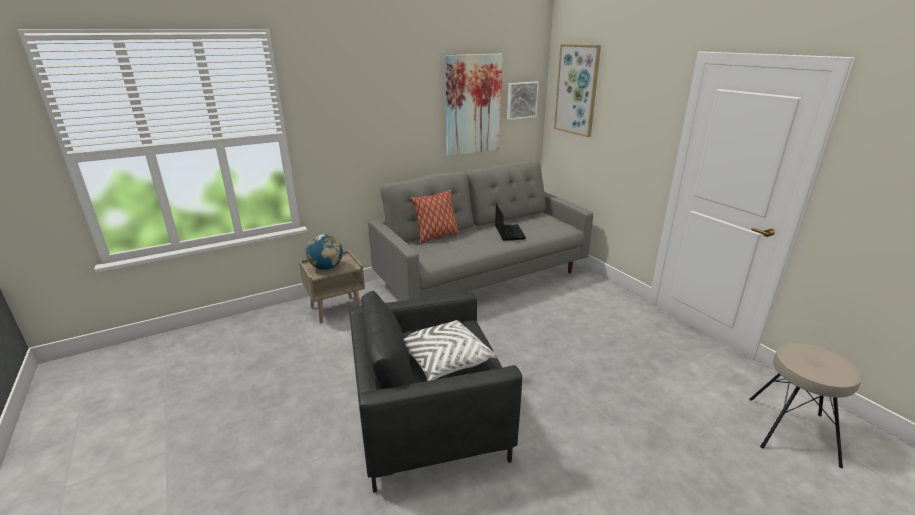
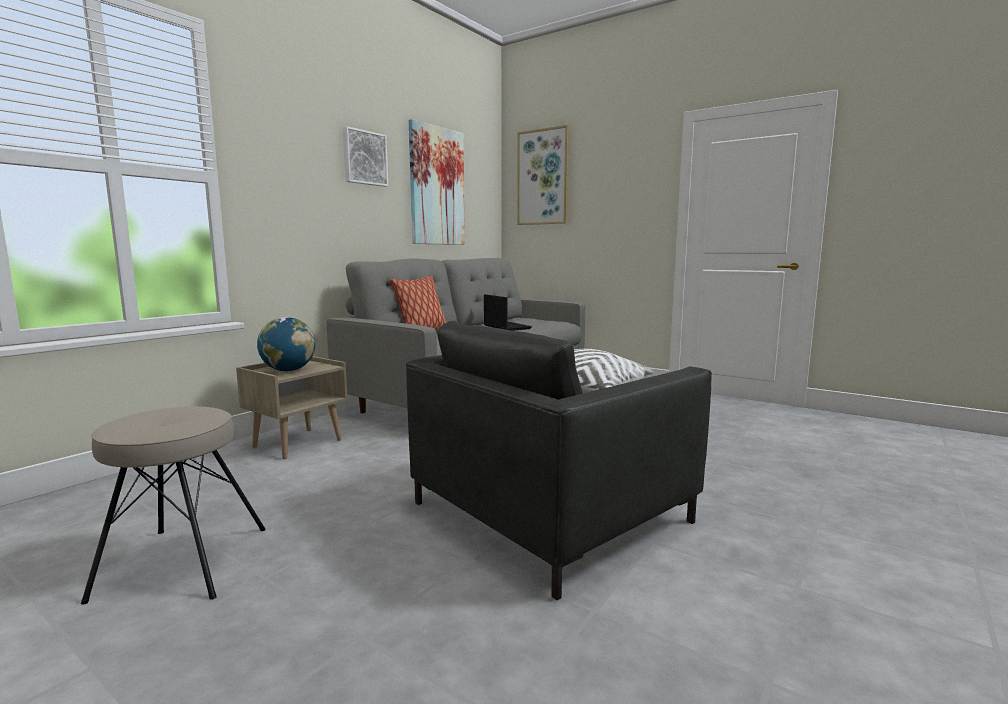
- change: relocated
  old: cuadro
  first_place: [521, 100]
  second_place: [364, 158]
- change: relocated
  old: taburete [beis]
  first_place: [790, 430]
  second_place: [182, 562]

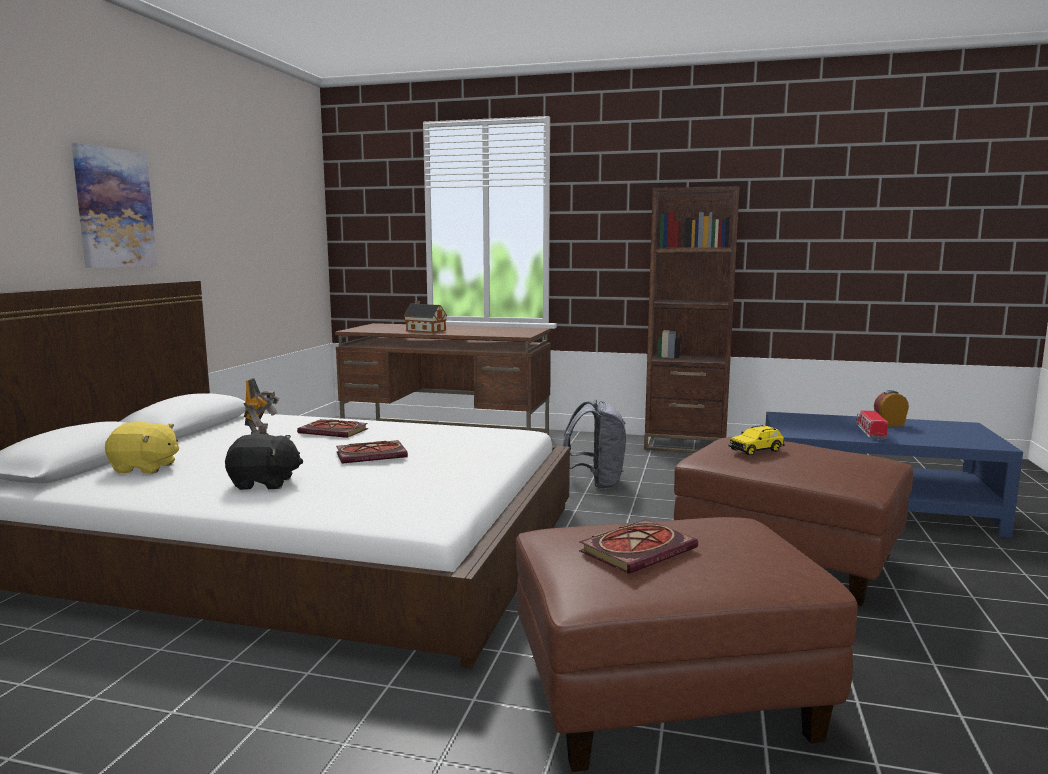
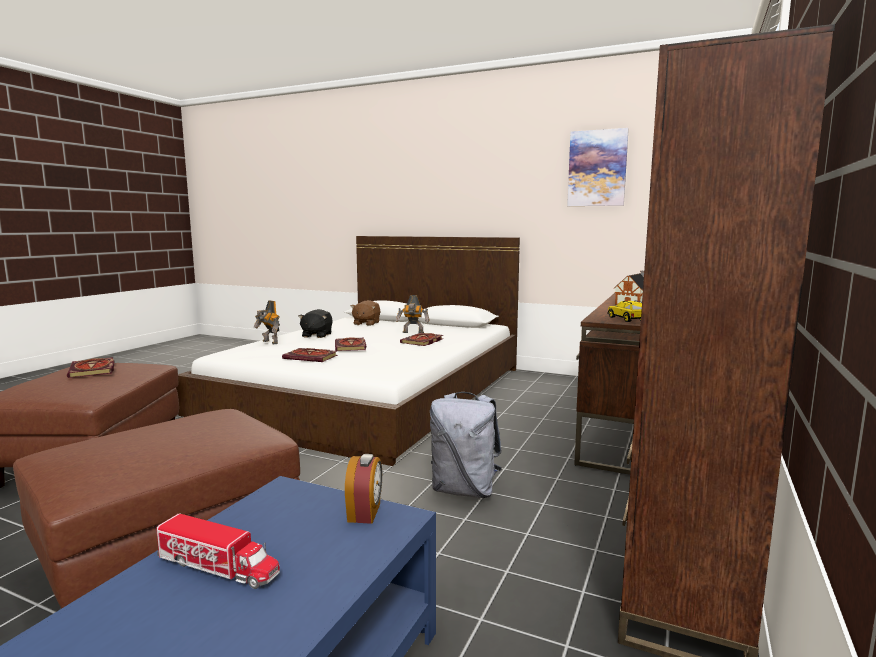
- change: appeared
  new: robot de juguete
  second_place: [269, 342]
- change: appeared
  new: libro
  second_place: [312, 357]
- change: relocated
  old: cuadro
  first_place: [114, 208]
  second_place: [597, 168]
- change: relocated
  old: coche de juguete [amarillo]
  first_place: [756, 450]
  second_place: [627, 319]
- change: relocated
  old: despertador
  first_place: [889, 424]
  second_place: [365, 513]
- change: colour
  old: peluche [amarillo]
  new: peluche [marrón]
  first_place: [145, 468]
  second_place: [366, 323]

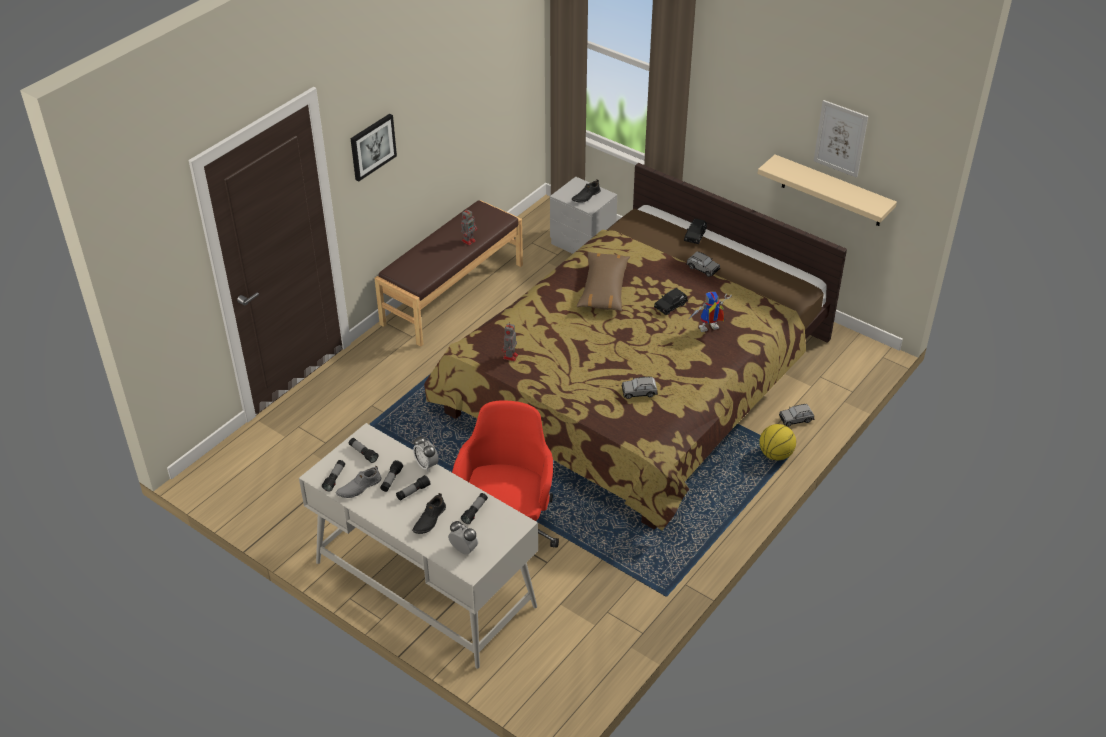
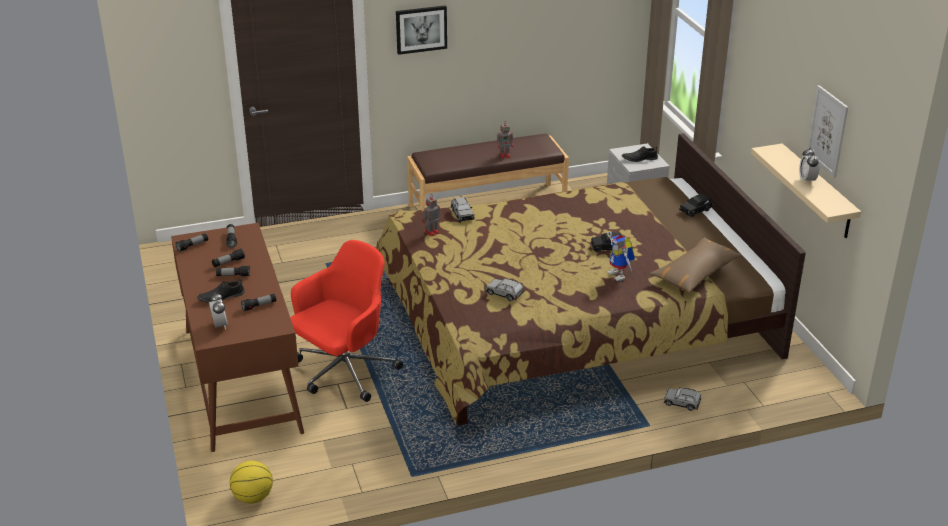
- change: missing
  old: zapato [gris]
  first_place: [359, 487]
- change: relocated
  old: despertador
  first_place: [426, 465]
  second_place: [807, 180]
- change: relocated
  old: cojín [marrón]
  first_place: [604, 289]
  second_place: [695, 273]
- change: relocated
  old: coche de juguete [gris]
  first_place: [702, 268]
  second_place: [462, 215]
- change: relocated
  old: balón de baloncesto
  first_place: [775, 454]
  second_place: [252, 497]
- change: colour
  old: escritorio [blanco]
  new: escritorio [marrón]
  first_place: [425, 583]
  second_place: [242, 379]
- change: spun
  old: robot de juguete
  first_place: [708, 330]
  second_place: [620, 275]
  degrees: -135

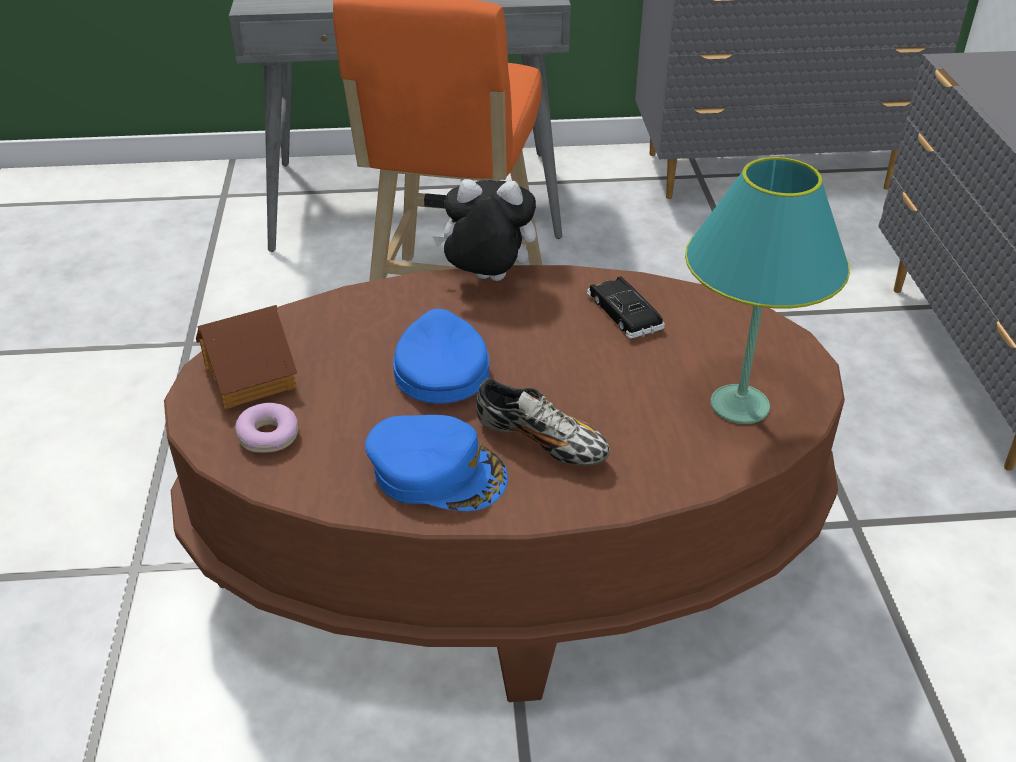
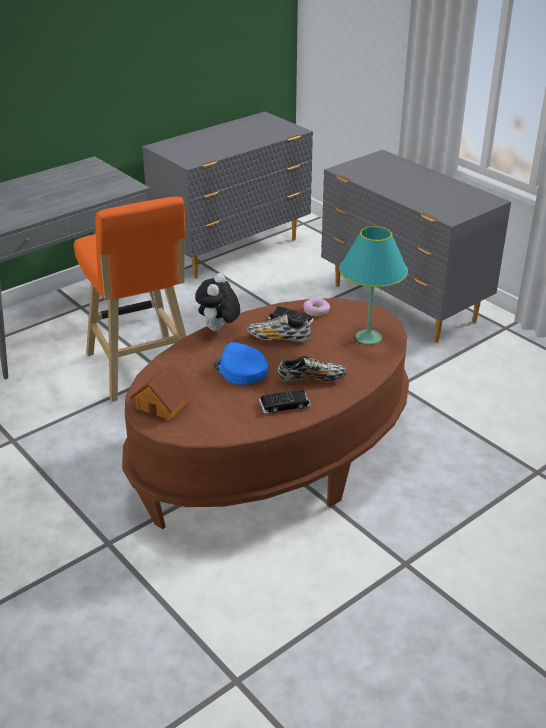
- change: appeared
  new: zapato
  second_place: [278, 338]
- change: relocated
  old: rosquilla
  first_place: [268, 436]
  second_place: [316, 311]
- change: exchanged
  old: gorra [azul]
  new: coche de juguete [negro]
  first_place: [437, 472]
  second_place: [284, 405]
- change: spun
  old: peluche
  first_place: [486, 280]
  second_place: [218, 329]
  degrees: -45

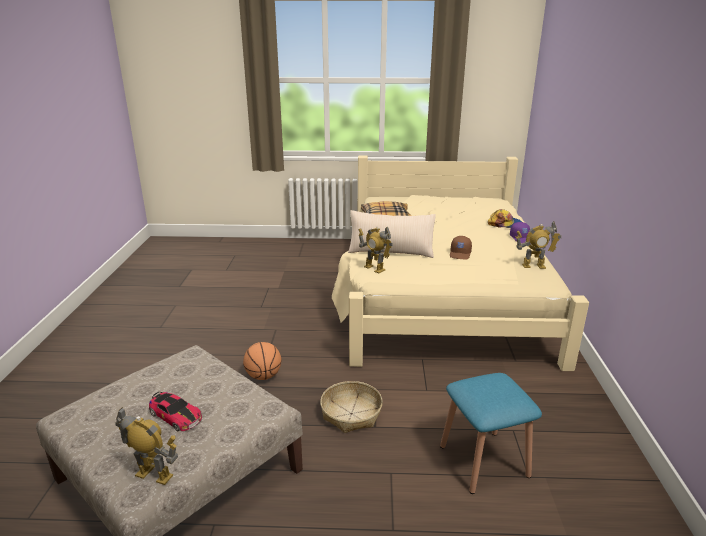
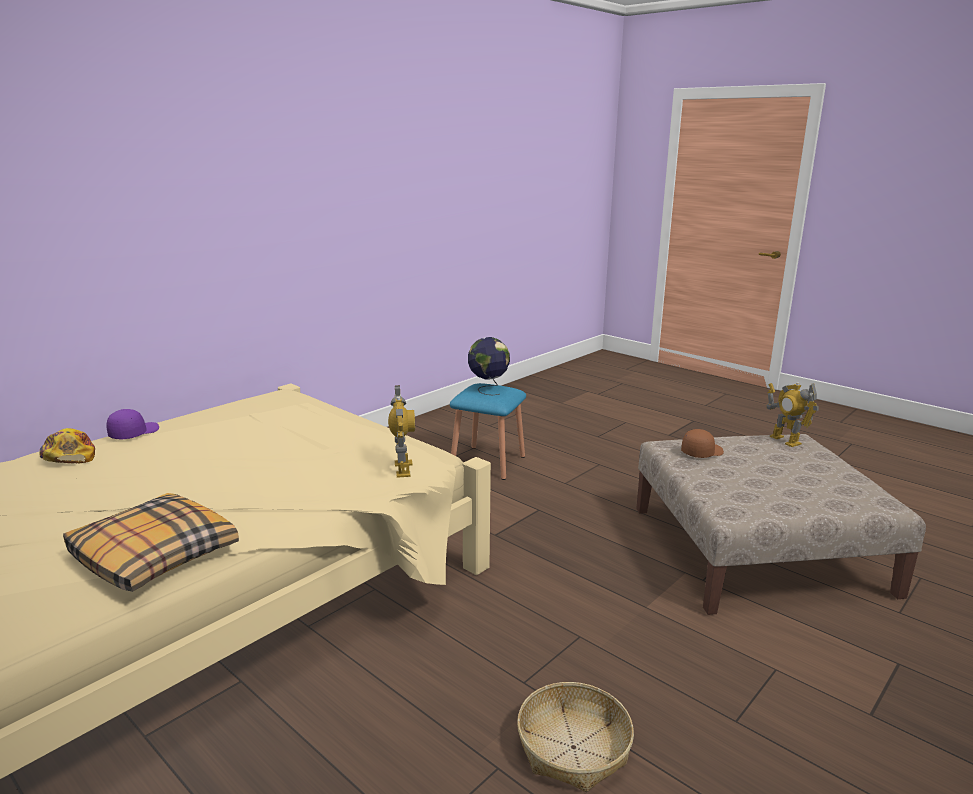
- change: missing
  old: coche de juguete
  first_place: [175, 416]
- change: missing
  old: balón de baloncesto
  first_place: [263, 376]
- change: missing
  old: cojín [beis]
  first_place: [391, 251]
- change: missing
  old: robot de juguete
  first_place: [533, 266]
- change: appeared
  new: globo terráqueo
  second_place: [488, 389]
- change: relocated
  old: cesta
  first_place: [351, 413]
  second_place: [573, 748]
- change: relocated
  old: gorra [marrón]
  first_place: [460, 254]
  second_place: [701, 452]

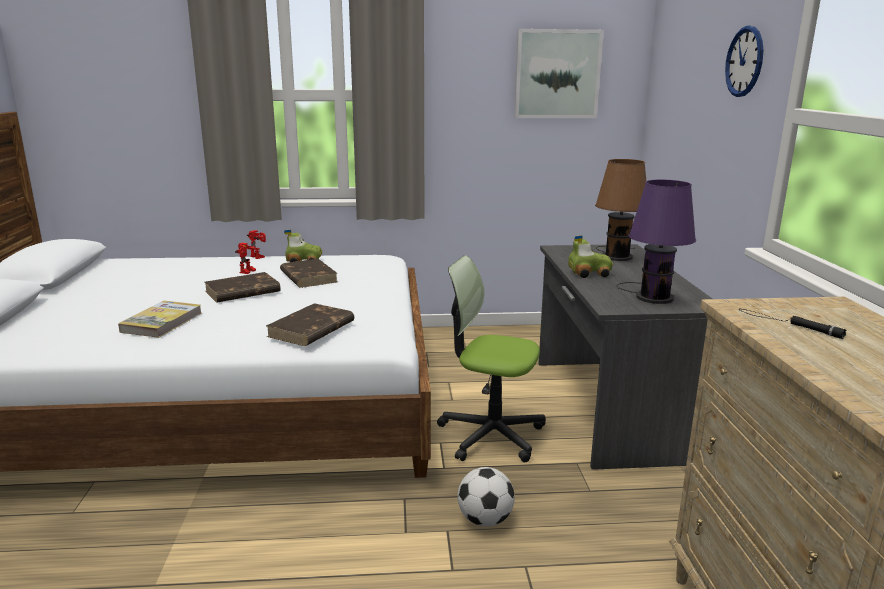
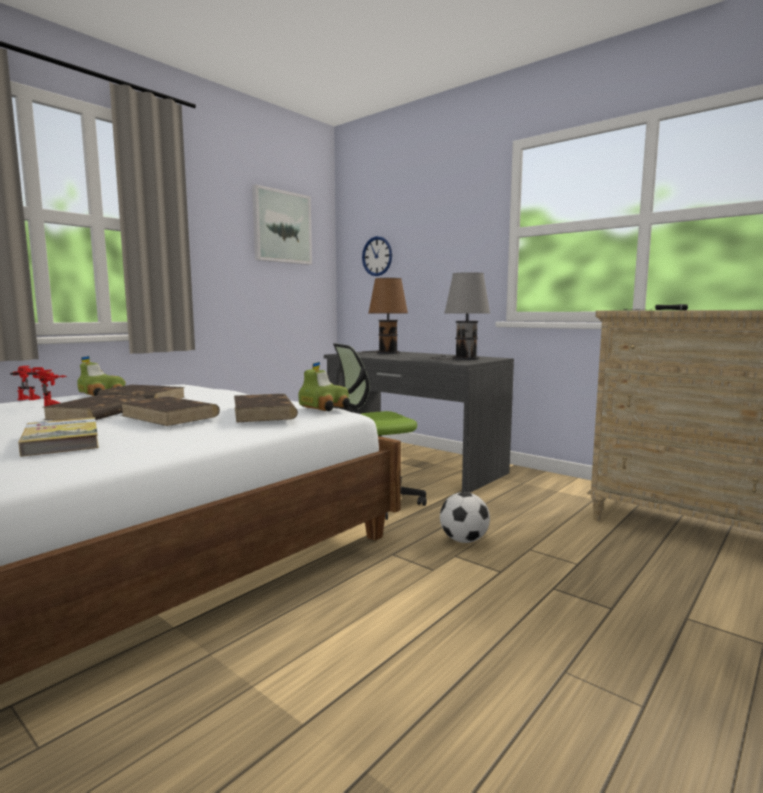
- change: appeared
  new: libro [marrón]
  second_place: [170, 416]
- change: relocated
  old: coche de juguete
  first_place: [588, 273]
  second_place: [324, 407]
- change: relocated
  old: reloj de pared
  first_place: [744, 61]
  second_place: [377, 256]
- change: colour
  old: lámpara de mesa [morado]
  new: lámpara de mesa [gris]
  first_place: [652, 296]
  second_place: [462, 358]

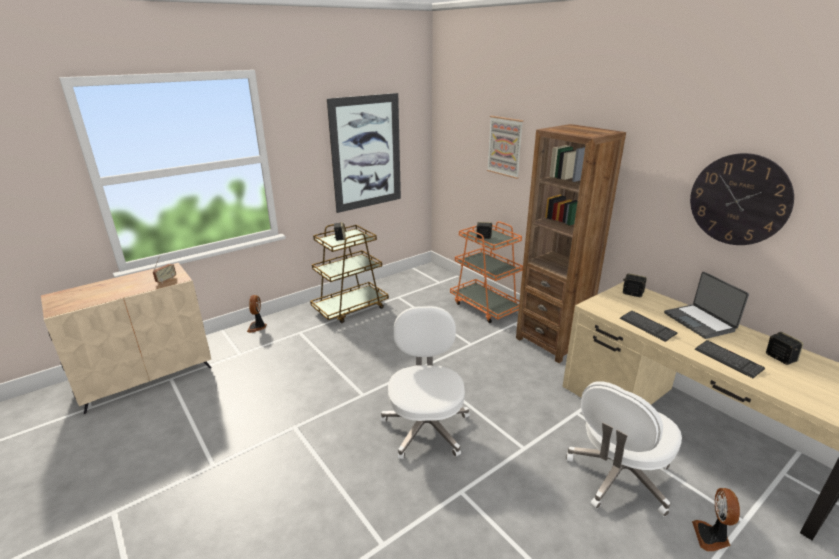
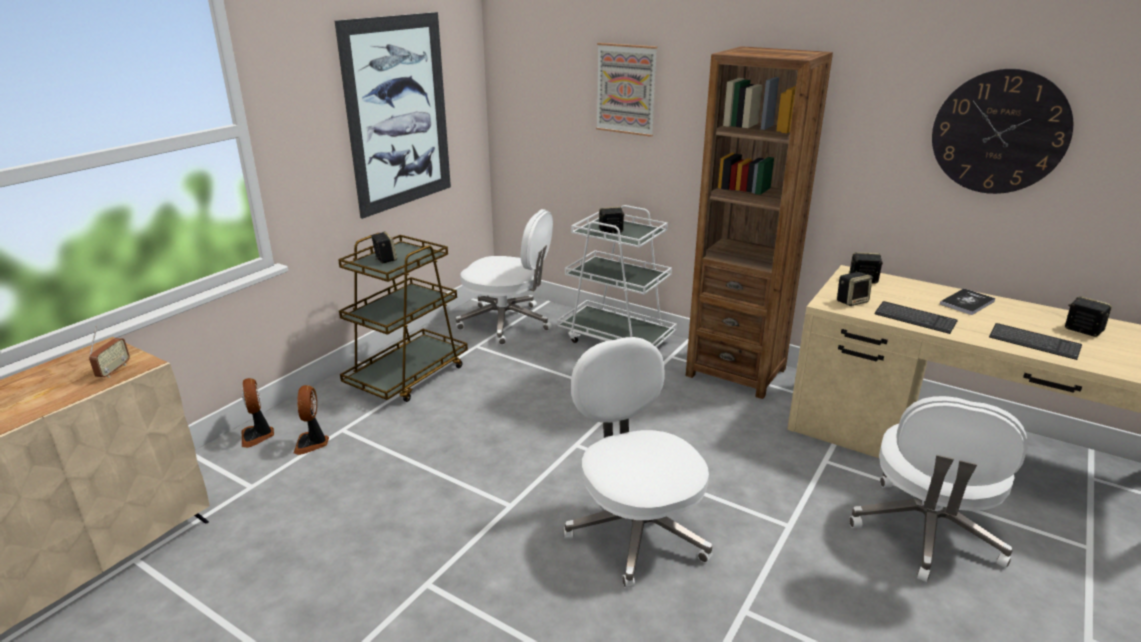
- change: appeared
  new: silla de oficina [blanco]
  second_place: [507, 323]
- change: appeared
  new: altavoz
  second_place: [852, 301]
- change: relocated
  old: ventilador
  first_place: [712, 537]
  second_place: [312, 443]
- change: exchanged
  old: portátil
  new: libro
  first_place: [700, 322]
  second_place: [967, 303]
- change: colour
  old: carrito [naranja]
  new: carrito [blanco]
  first_place: [485, 306]
  second_place: [616, 339]

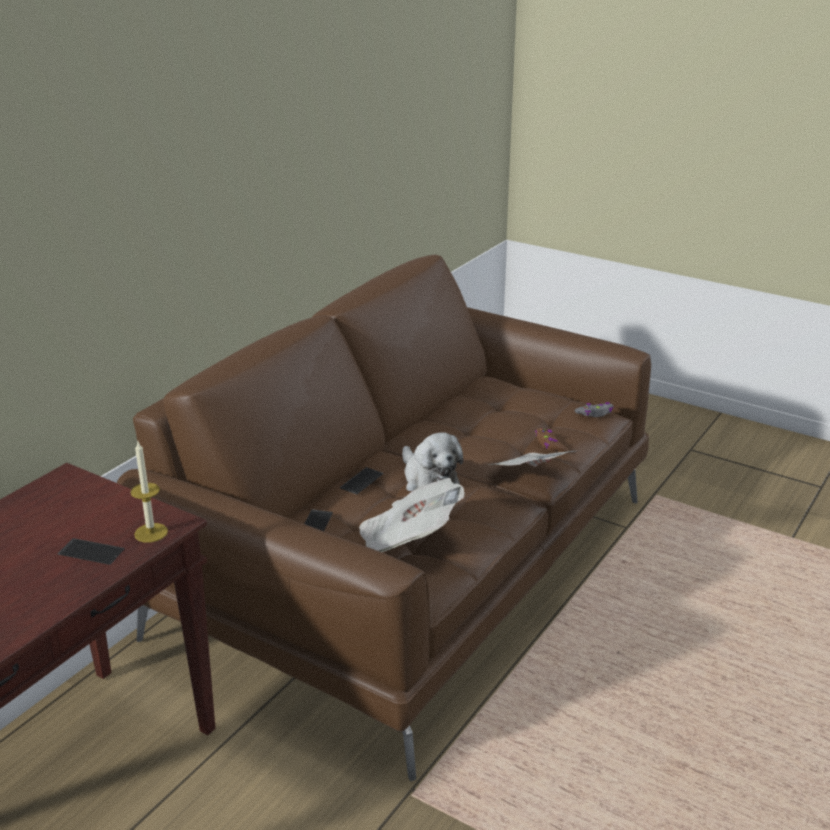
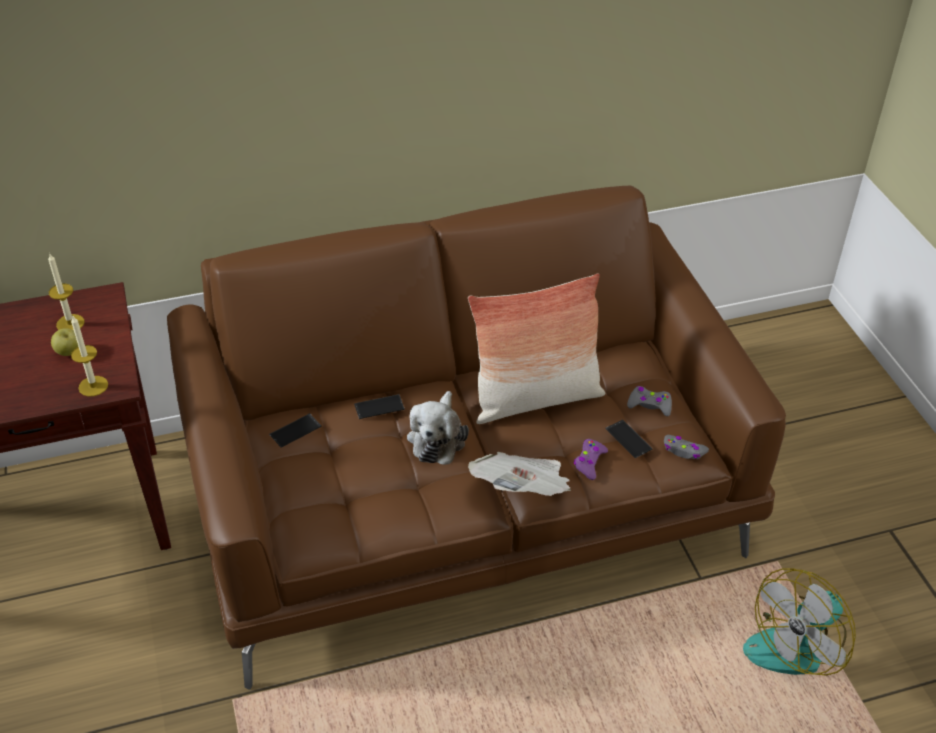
- change: missing
  old: periódico
  first_place: [408, 539]
- change: appeared
  new: vela
  second_place: [70, 323]
- change: appeared
  new: manzana
  second_place: [68, 352]
- change: appeared
  new: cojín
  second_place: [536, 399]
- change: appeared
  new: mando de consola [gris]
  second_place: [649, 405]
- change: appeared
  new: ventilador
  second_place: [796, 643]
- change: relocated
  old: móvil
  first_place: [91, 552]
  second_place: [628, 439]
- change: colour
  old: mando de consola [marrón]
  new: mando de consola [morado]
  first_place: [549, 445]
  second_place: [589, 462]

